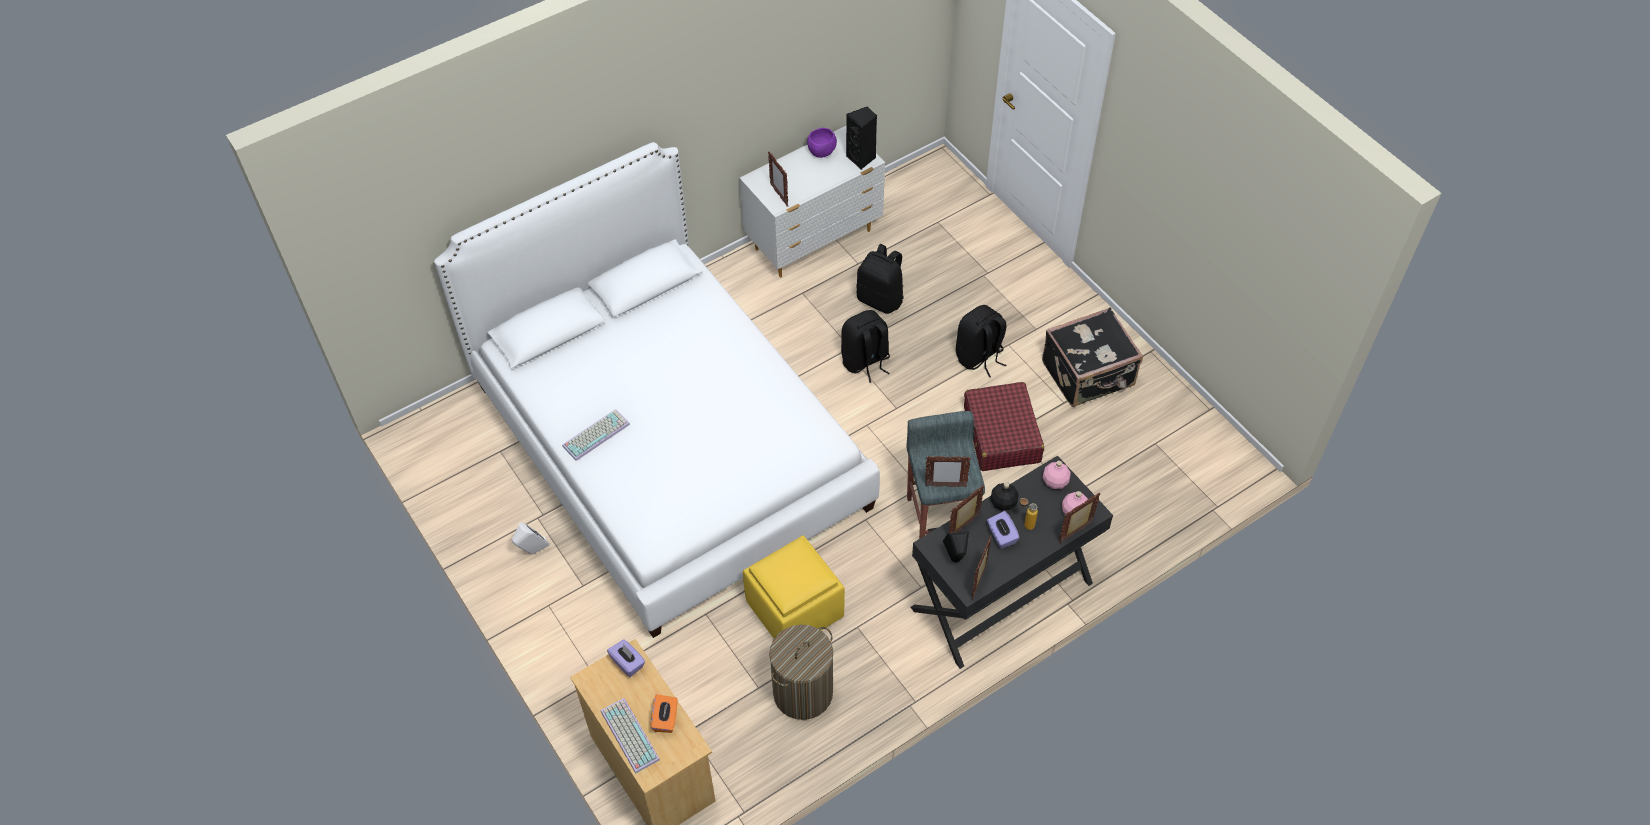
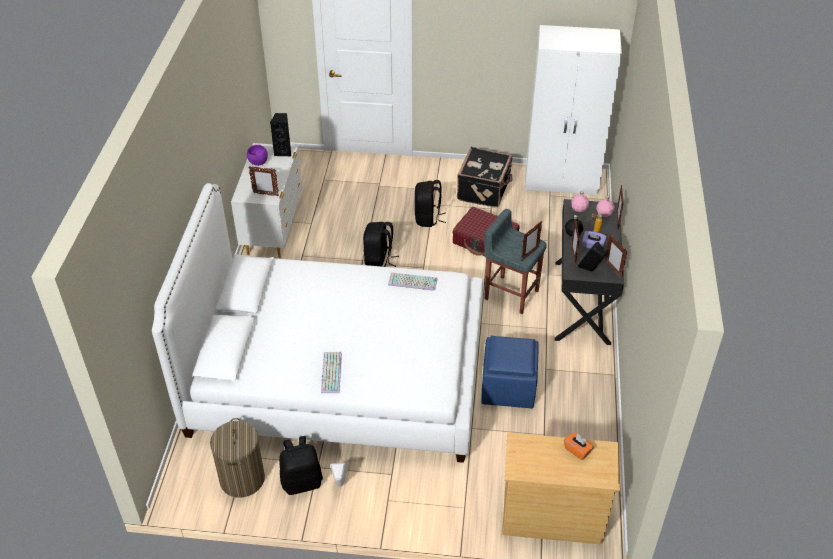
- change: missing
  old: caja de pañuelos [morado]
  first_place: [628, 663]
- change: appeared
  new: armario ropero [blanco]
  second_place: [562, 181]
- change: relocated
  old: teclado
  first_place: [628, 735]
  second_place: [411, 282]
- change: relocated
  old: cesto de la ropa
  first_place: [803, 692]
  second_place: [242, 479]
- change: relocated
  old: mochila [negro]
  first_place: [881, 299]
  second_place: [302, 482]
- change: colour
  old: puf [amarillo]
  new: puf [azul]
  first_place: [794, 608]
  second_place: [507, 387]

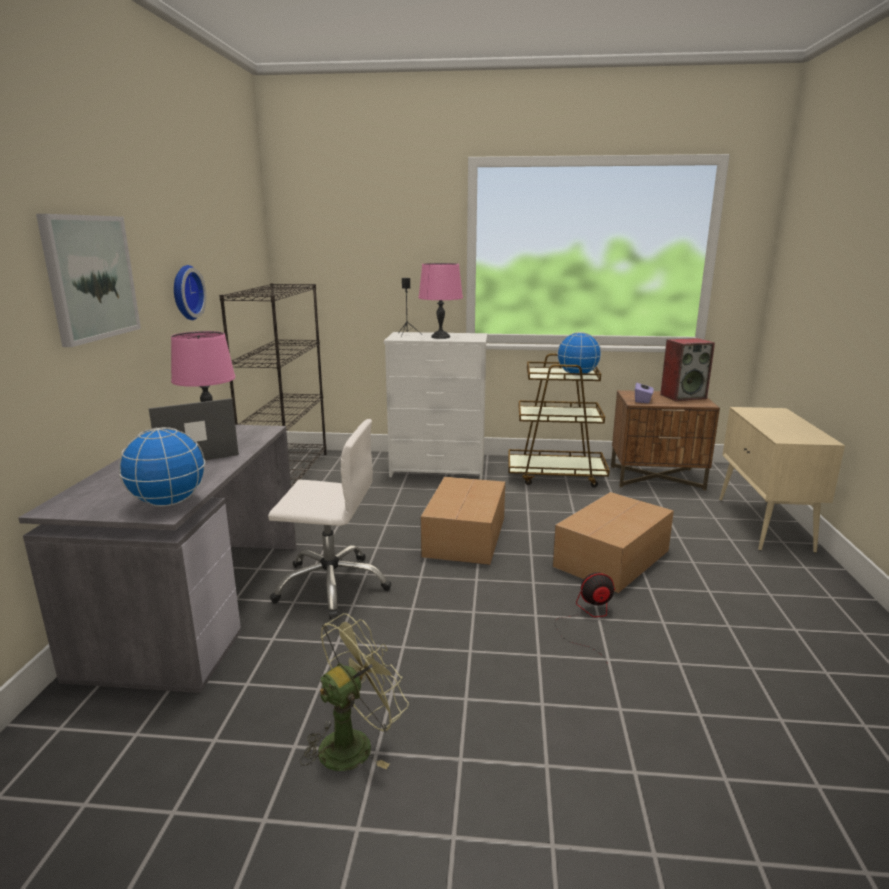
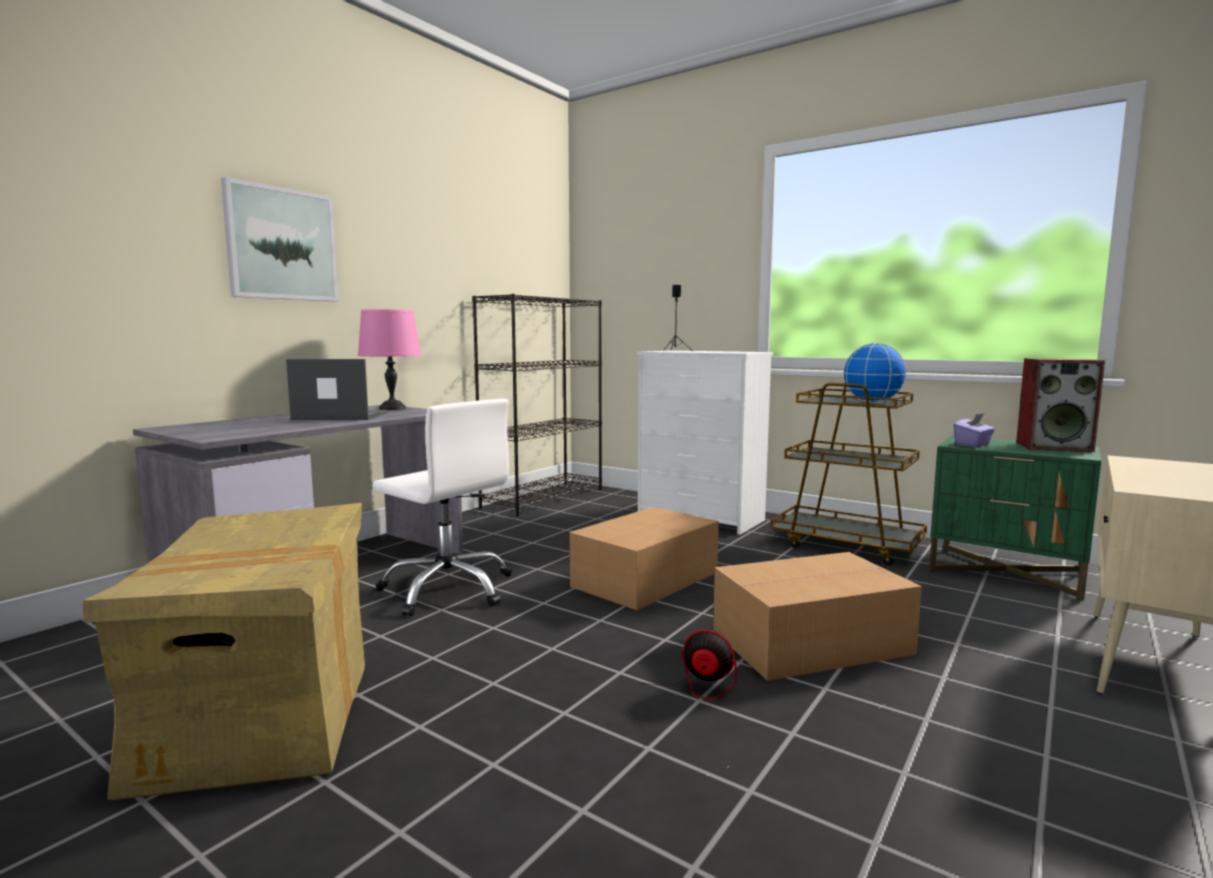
- change: missing
  old: globo terráqueo
  first_place: [168, 503]
- change: missing
  old: reloj de pared
  first_place: [185, 292]
- change: missing
  old: lámpara de mesa [rosa]
  first_place: [440, 337]
- change: exchanged
  old: ventilador [verde]
  new: caja de cartón
  first_place: [354, 742]
  second_place: [260, 724]
- change: colour
  old: mesita de noche [marrón]
  new: mesita de noche [verde]
  first_place: [657, 478]
  second_place: [1007, 573]

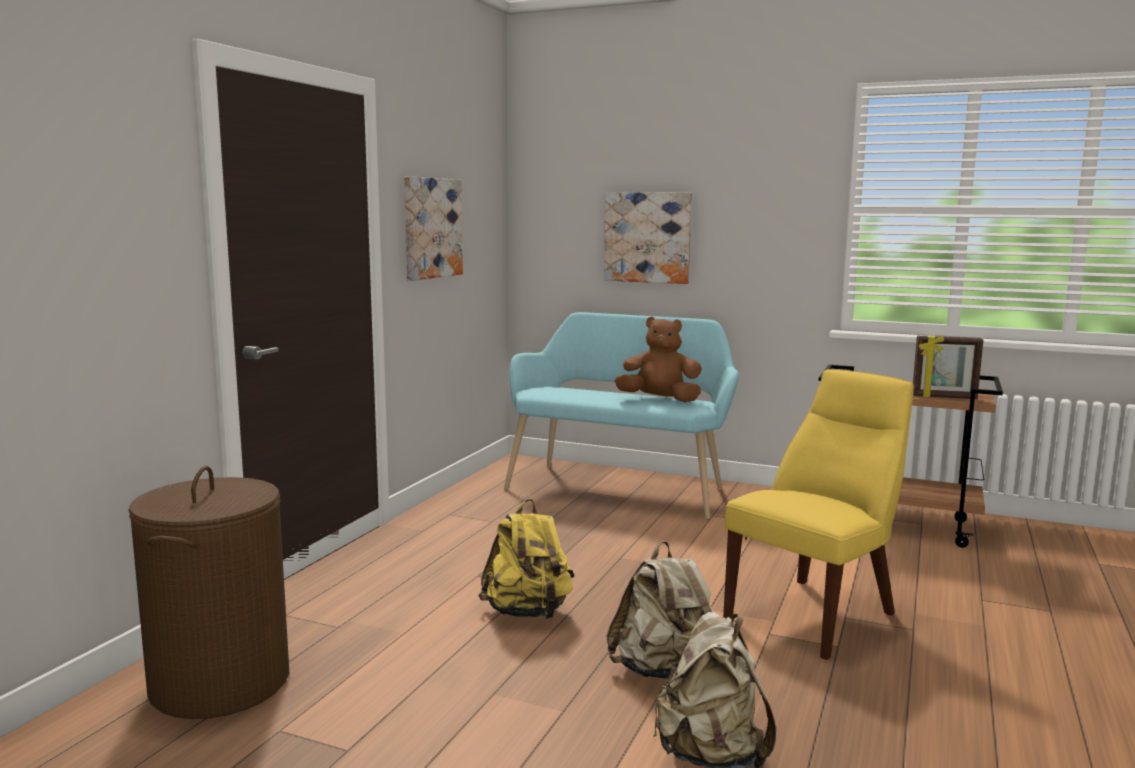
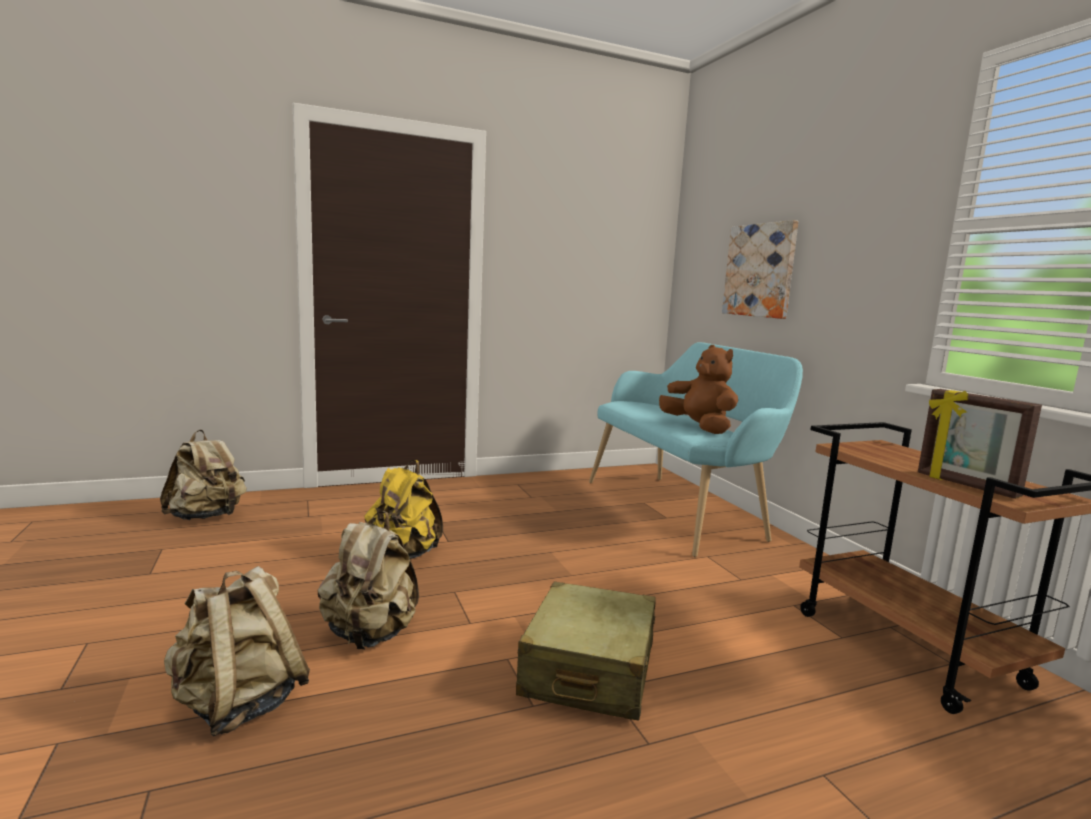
- change: missing
  old: cuadro
  first_place: [431, 228]
- change: exchanged
  old: cesto de la ropa [marrón]
  new: mochila [beis]
  first_place: [220, 683]
  second_place: [207, 517]
- change: exchanged
  old: silla [amarillo]
  new: maleta [beis]
  first_place: [816, 613]
  second_place: [588, 670]

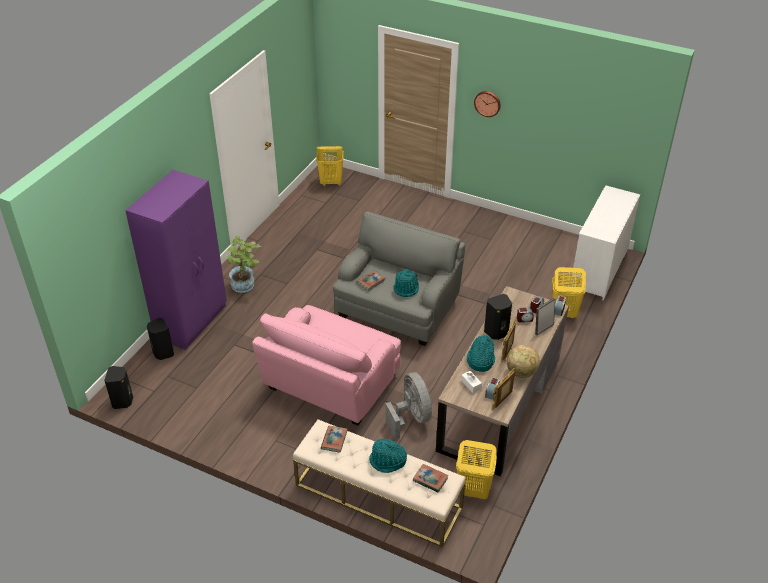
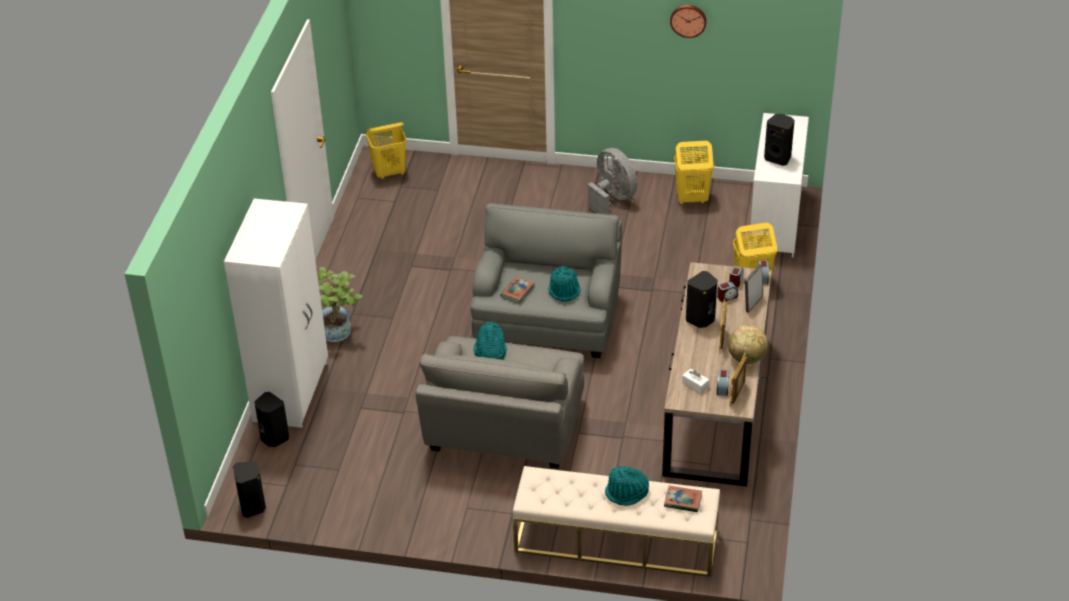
- change: missing
  old: libro
  first_place: [334, 440]
- change: appeared
  new: altavoz [negro]
  second_place: [778, 158]
- change: relocated
  old: ventilador [gris]
  first_place: [411, 417]
  second_place: [612, 199]
- change: relocated
  old: cesto de la ropa [amarillo]
  first_place: [473, 490]
  second_place: [691, 199]
- change: relocated
  old: sombrero [turquesa]
  first_place: [480, 360]
  second_place: [490, 352]
- change: relocated
  old: reloj de pared
  first_place: [487, 103]
  second_place: [688, 20]
- change: colour
  old: armario ropero [morado]
  new: armario ropero [blanco]
  first_place: [192, 321]
  second_place: [292, 391]
- change: colour
  old: sillón [rosa]
  new: sillón [gris]
  first_place: [330, 384]
  second_place: [503, 428]

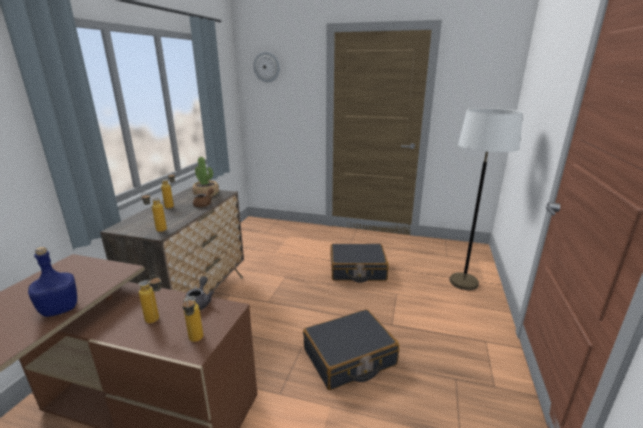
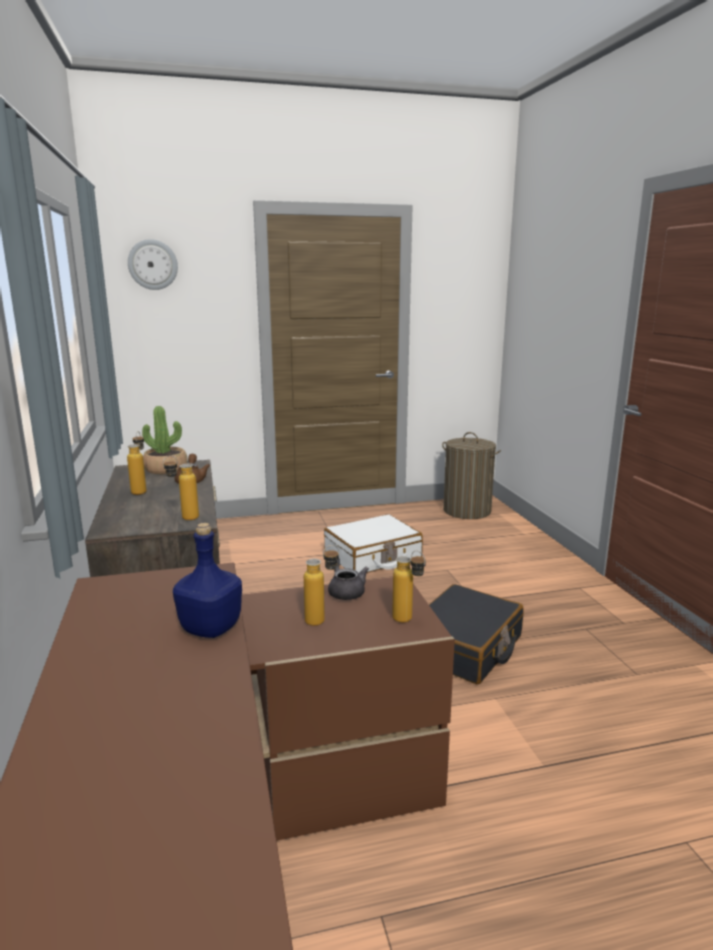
- change: missing
  old: lámpara de pie [blanco]
  first_place: [463, 282]
- change: appeared
  new: cesto de la ropa
  second_place: [467, 511]
- change: colour
  old: maleta [negro]
  new: maleta [blanco]
  first_place: [357, 270]
  second_place: [373, 557]

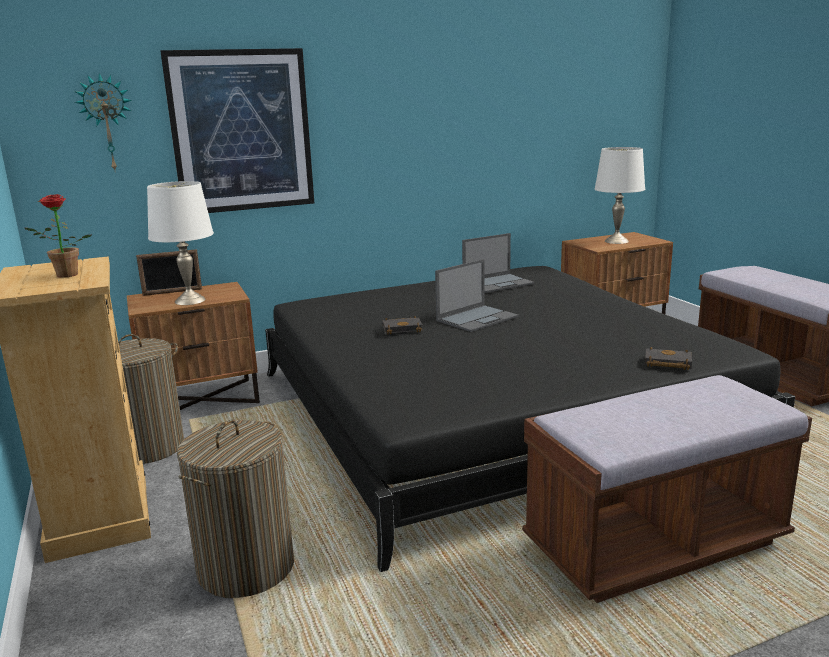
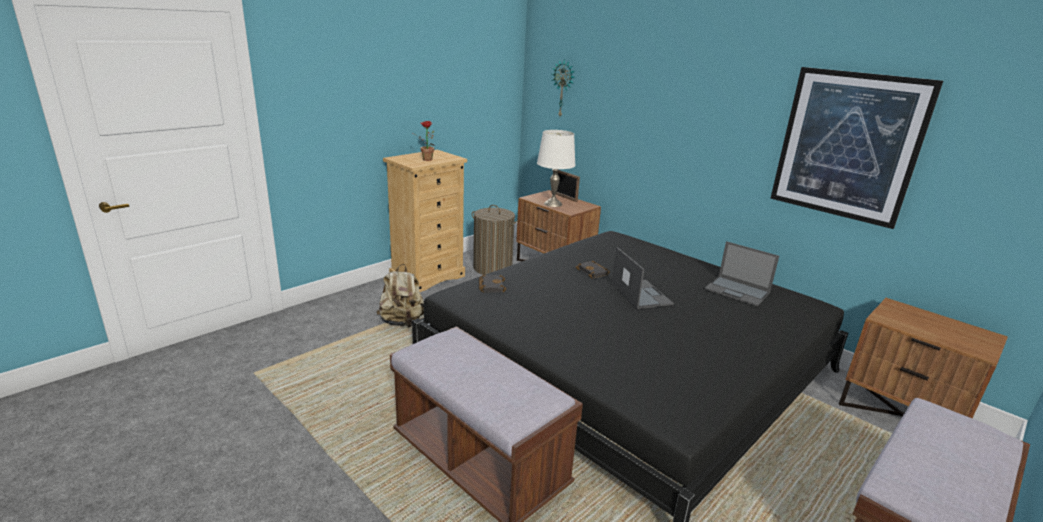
- change: missing
  old: lámpara de mesa [blanco]
  first_place: [616, 241]
- change: relocated
  old: cuadro
  first_place: [242, 131]
  second_place: [847, 146]
- change: relocated
  old: libro [negro]
  first_place: [666, 363]
  second_place: [491, 286]
- change: exchanged
  old: cesto de la ropa
  new: mochila [beis]
  first_place: [246, 567]
  second_place: [402, 322]
- change: spun
  old: portátil
  first_place: [477, 318]
  second_place: [640, 294]
  degrees: -135

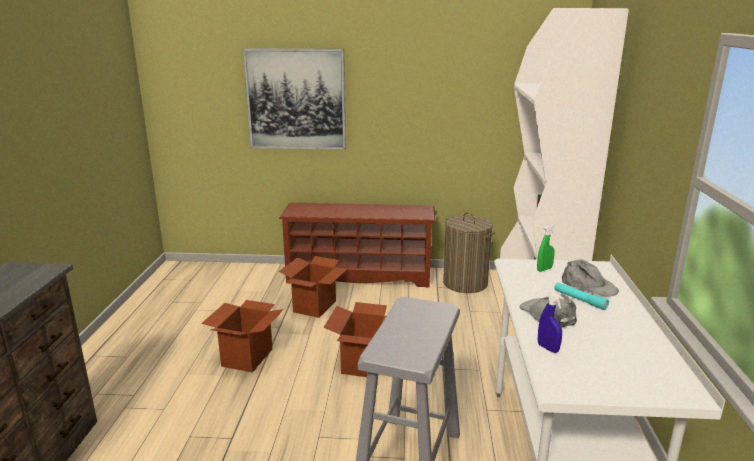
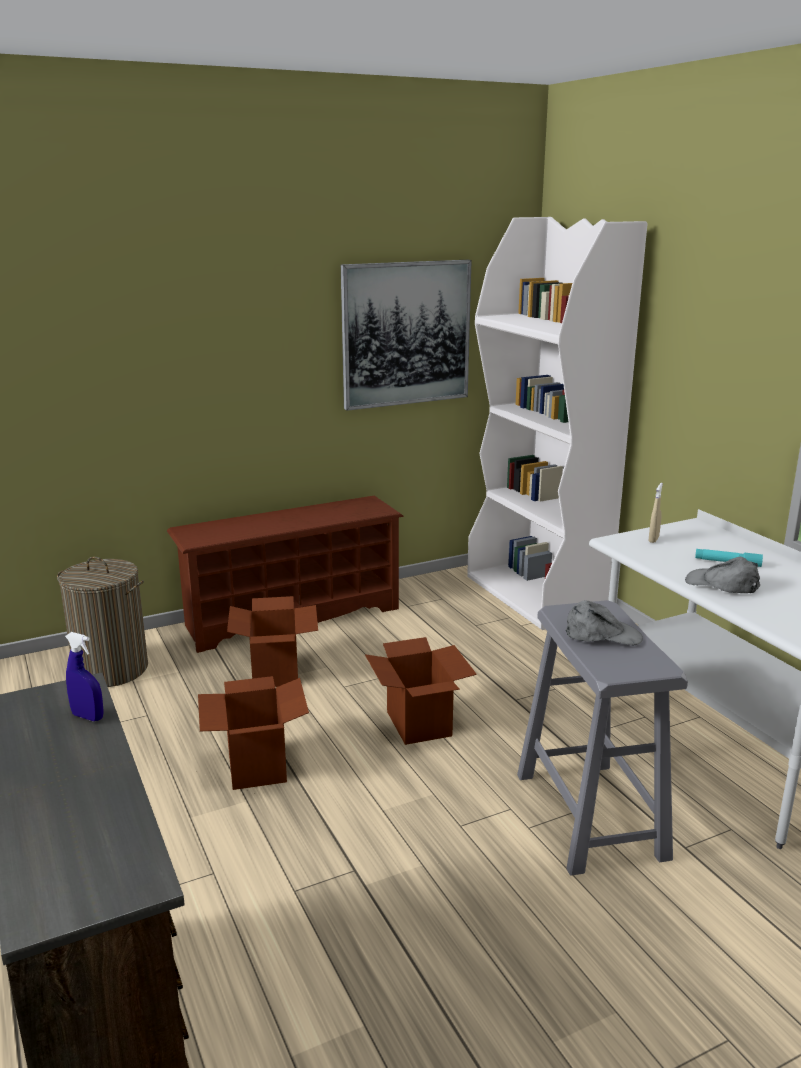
- change: relocated
  old: cuadro
  first_place: [296, 99]
  second_place: [406, 334]
- change: relocated
  old: cesto de la ropa
  first_place: [465, 283]
  second_place: [111, 669]
- change: relocated
  old: pulverizador [azul]
  first_place: [548, 348]
  second_place: [88, 717]
- change: relocated
  old: gorra [gris]
  first_place: [589, 286]
  second_place: [603, 634]
- change: colour
  old: pulverizador [verde]
  new: pulverizador [beis]
  first_place: [544, 269]
  second_place: [653, 539]

